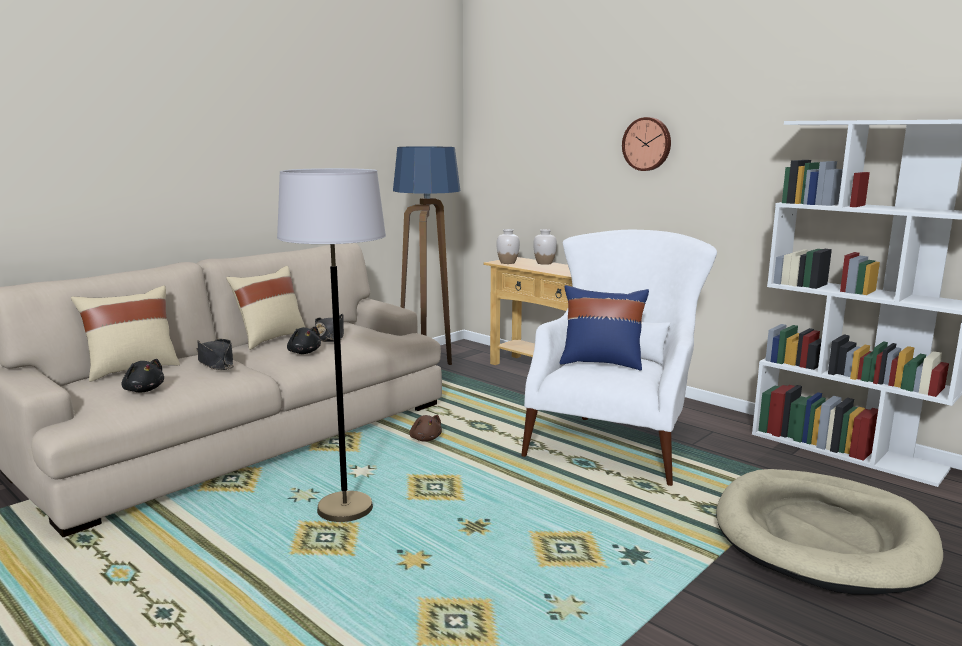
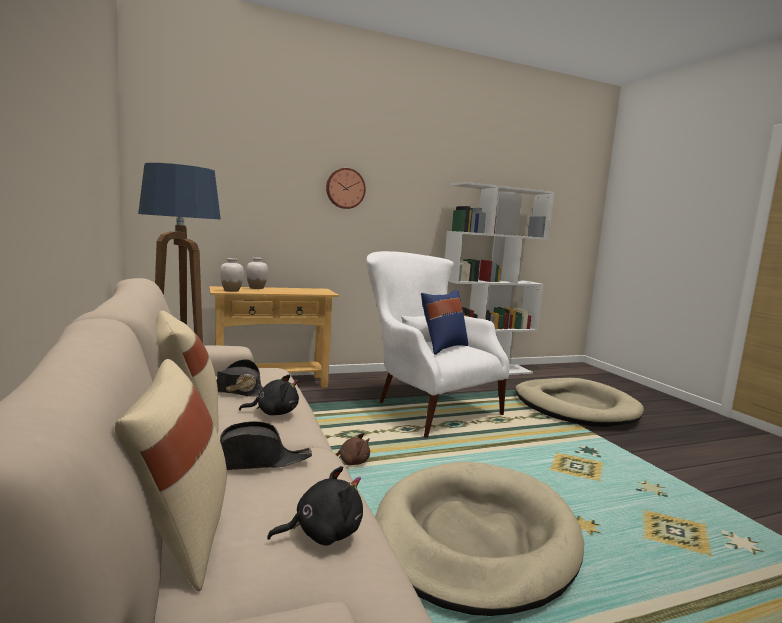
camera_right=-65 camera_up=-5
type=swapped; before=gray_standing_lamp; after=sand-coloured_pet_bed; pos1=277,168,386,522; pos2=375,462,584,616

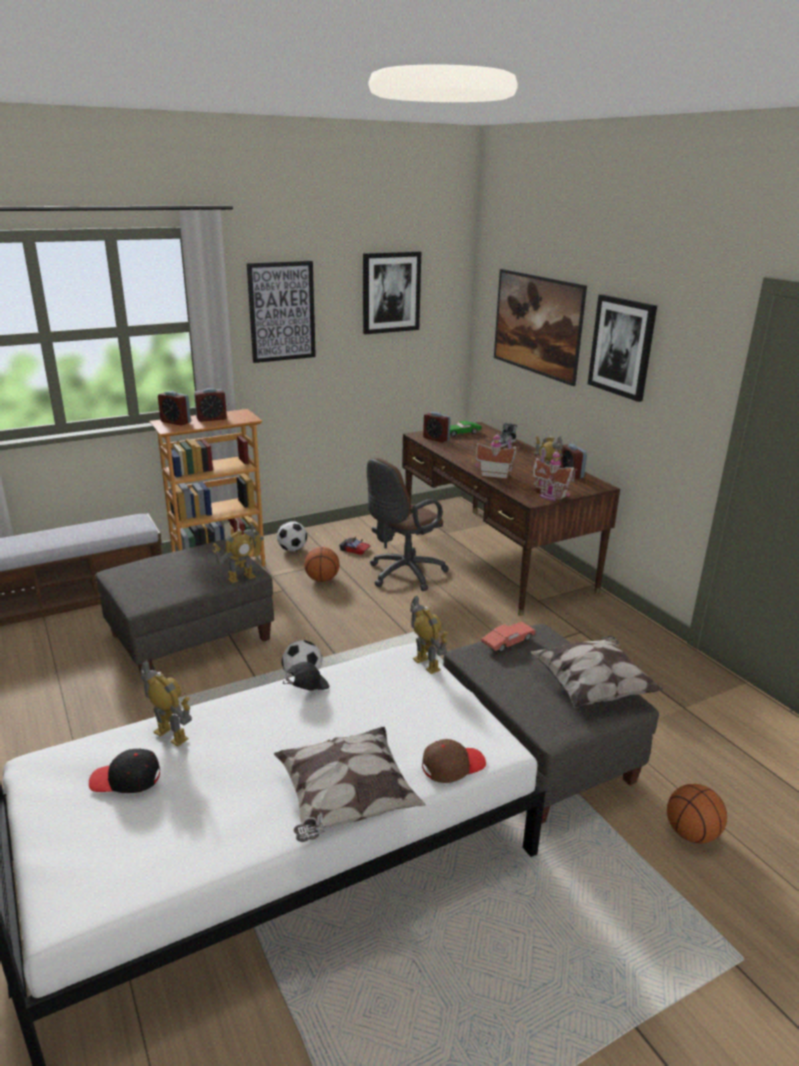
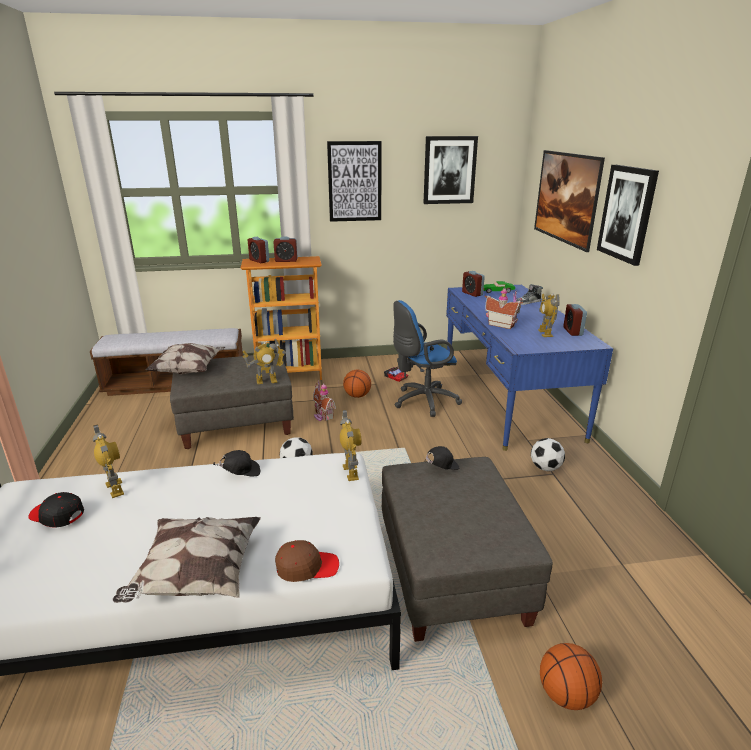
camera_right=20 camera_up=0
type=repainted; before=brownish_desk; after=bluish_desk; pos1=402,422,620,616; pos2=446,285,613,451
type=shifted; before=toy_house; pos1=533,448,577,501; pos2=313,380,336,422
type=repainted; before=brownish_office_chair; after=bluish_office_chair; pos1=367,458,449,591; pos2=393,300,462,417
type=shifted; before=football; pos1=277,521,307,551; pos2=531,438,565,471
type=swapped; before=red_miniature_car; after=black_peaked_cap; pos1=481,622,536,652; pos2=424,446,459,470
type=shifted; before=cushion; pos1=529,636,664,708; pos2=145,343,226,375

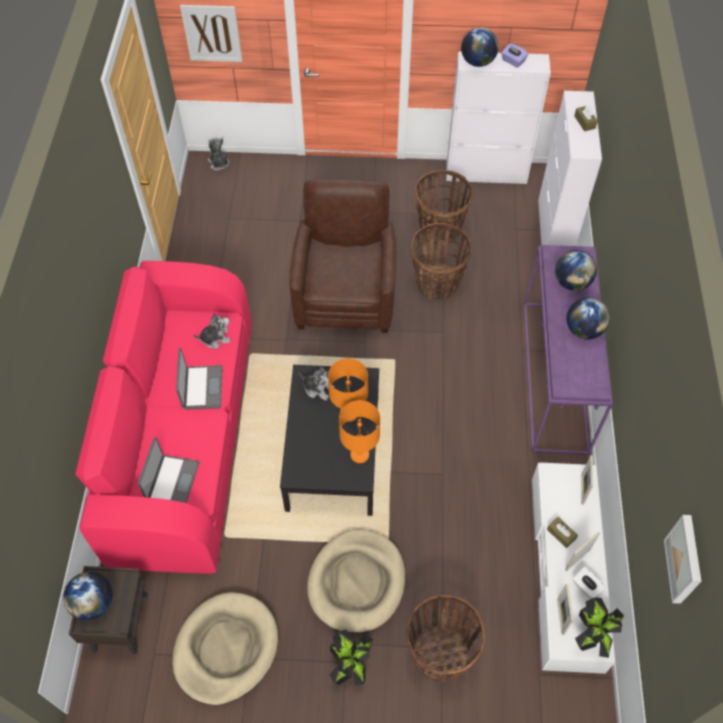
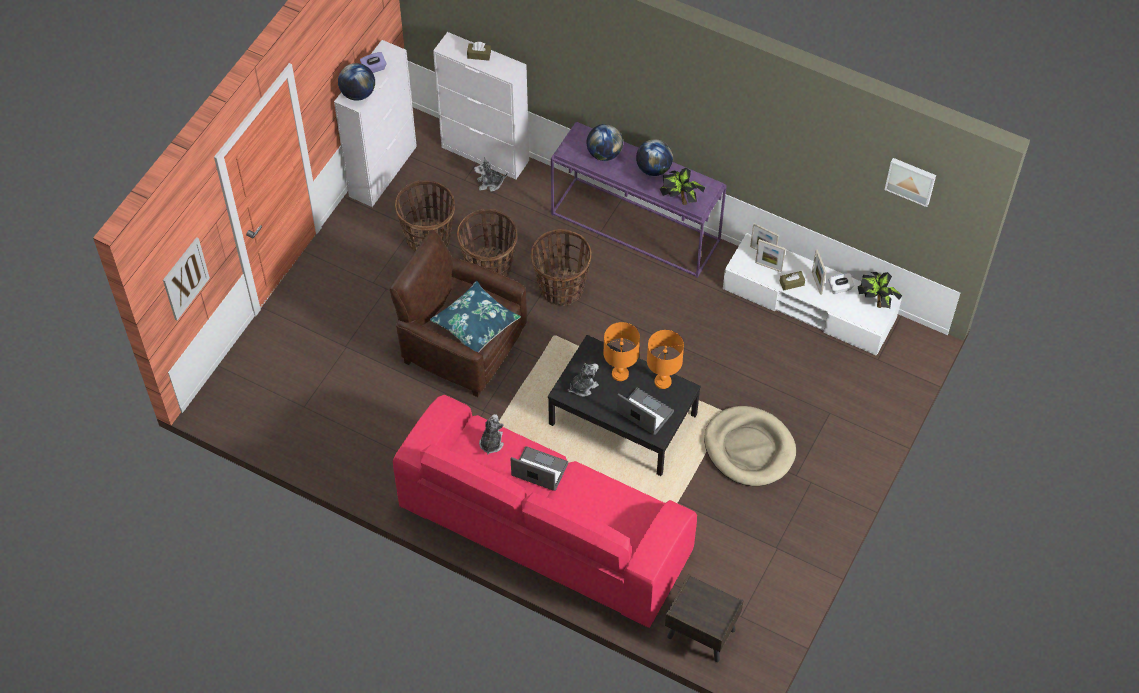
camera_right=-65 camera_up=0
type=shifted; before=cuddly_toy; pos1=208,138,229,171; pos2=474,157,508,192
type=shifted; before=notebook_computer; pos1=138,437,200,503; pos2=617,388,674,435
type=gone; before=desk_globe; pos1=63,572,113,620
type=shifted; before=standing_frame; pos1=557,584,574,635; pos2=755,239,786,272
type=gone; before=sand-coloured_pet_bed; pos1=172,592,278,705
type=shifted; before=household_basket; pos1=407,595,485,683; pos2=531,229,592,306
type=shifted; before=potted_plant; pos1=329,630,373,686; pos2=660,168,705,205
type=new; after=bluish_cushion; pos2=430,281,521,352

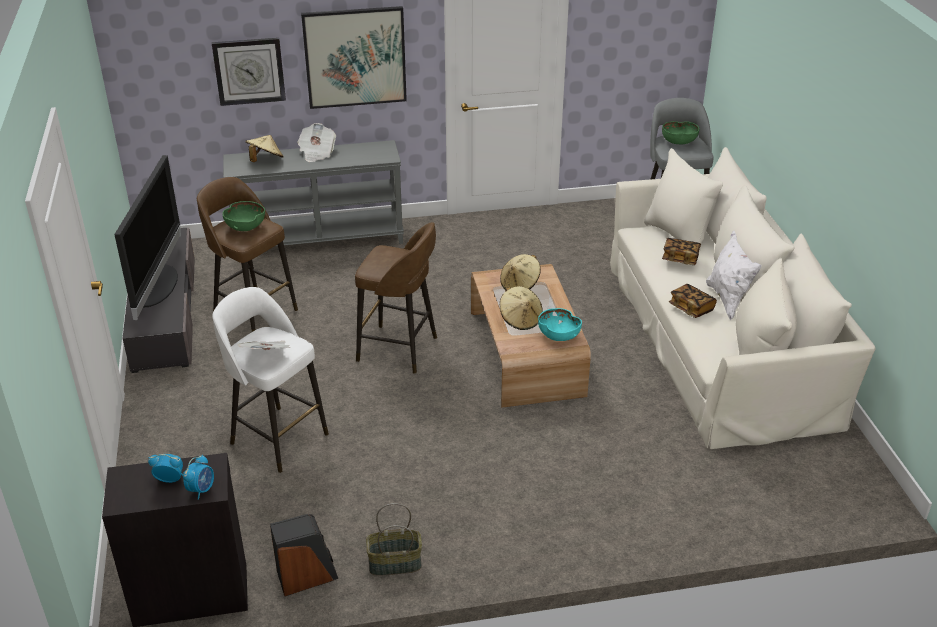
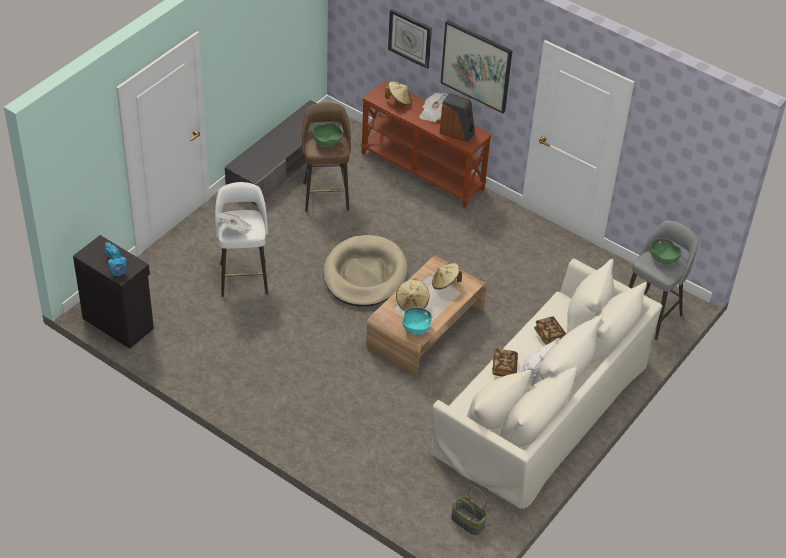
camera_right=45 camera_up=10
type=repainted; before=gray_hall_table; after=brownish_hall_table; pos1=223,140,404,246; pos2=361,81,492,208
type=gone; before=TV_set; pos1=114,155,181,320
type=swapped; before=brownish_sitting_stool; after=sand-coloured_pet_bed; pos1=355,222,437,374; pos2=323,235,408,307
type=shifted; before=household_basket; pos1=366,503,422,576; pos2=451,486,488,535
type=shifted; before=audio_speaker; pos1=270,514,338,596; pos2=440,93,475,142

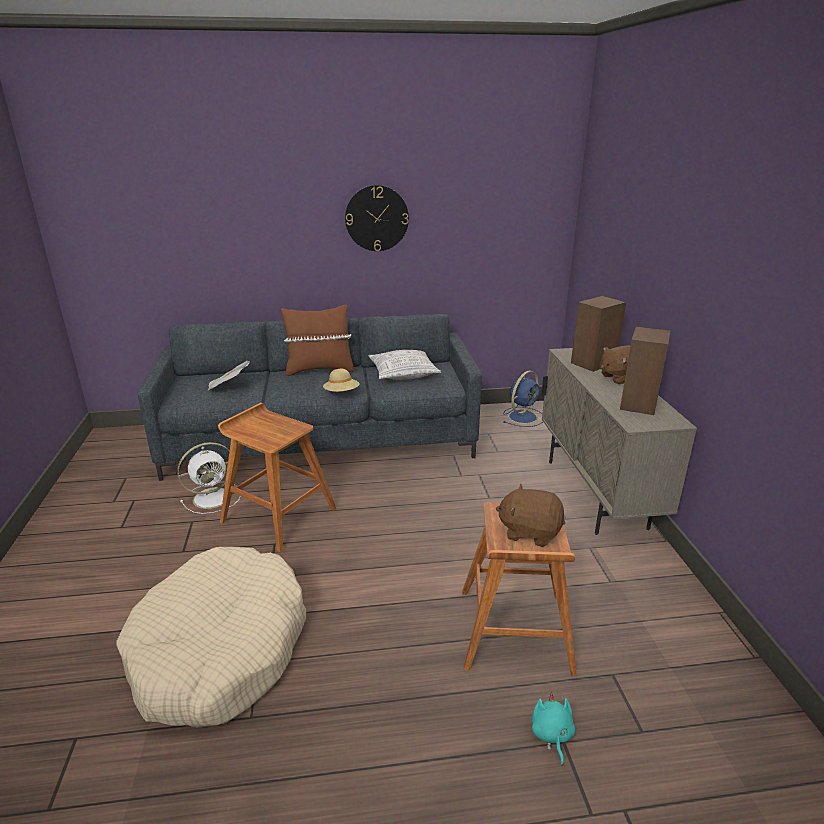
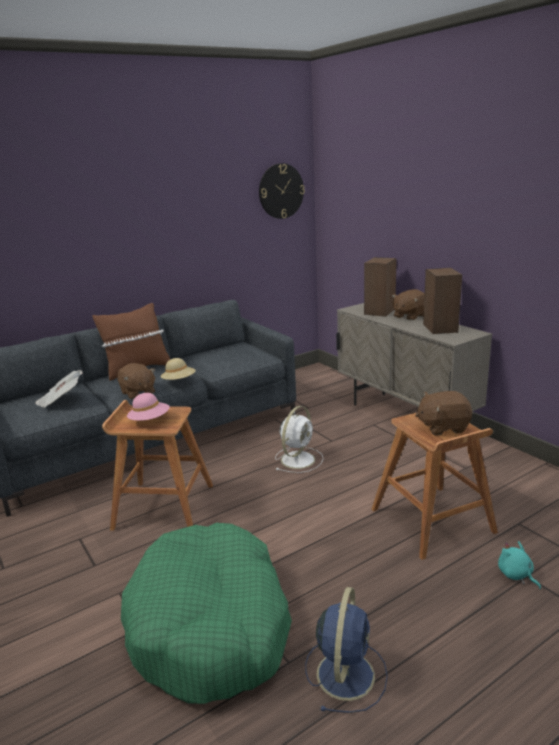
camera_right=-25 camera_up=-5
type=shifted; before=wall_clock; pos1=345,185,409,251; pos2=259,163,305,219
type=gone; before=cushion; pos1=368,350,441,380
type=shifted; before=bluish_electric_fan; pos1=503,371,543,427; pos2=305,587,388,713
type=shifted; before=white_electric_fan; pos1=177,442,241,514; pos2=275,406,324,473
type=repainted; before=sand-coloured_pet_bed; after=green-coloured_pet_bed; pos1=116,547,306,728; pos2=121,523,292,704
type=new; after=brownish_cuddly_toy; pos2=117,363,155,399
type=new; after=pink-coloured_wearable_hat; pos2=127,393,170,421

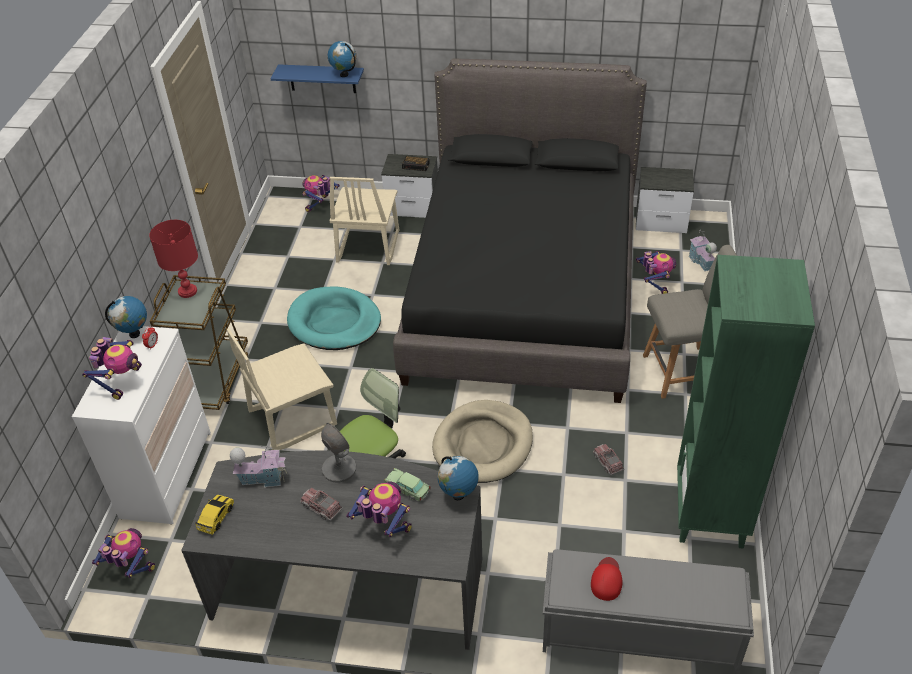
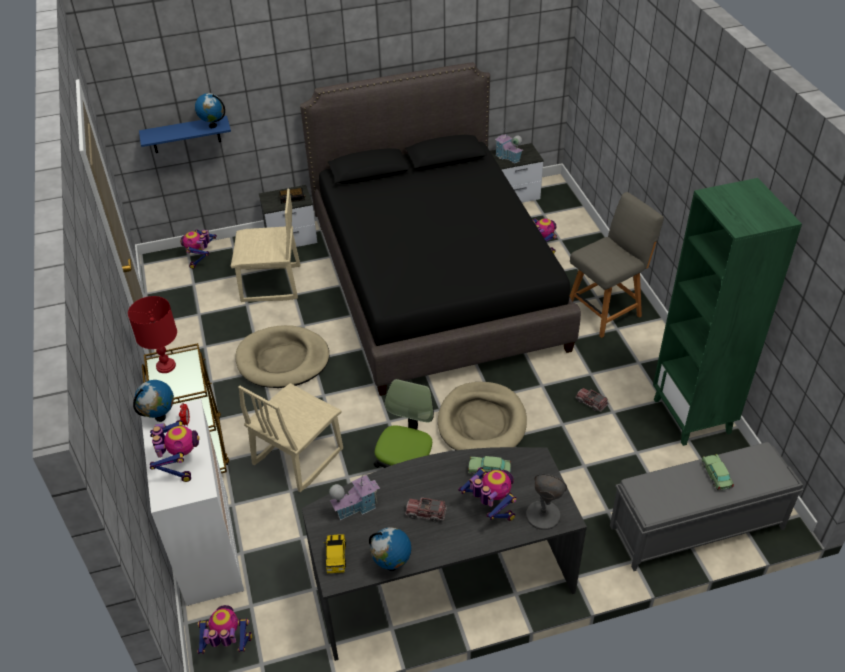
camera_right=-25 camera_up=0
type=rotated; before=sand-coloured_plain_chair; pos1=329,177,399,265; pos2=231,189,300,302; turn=-75
type=shifted; before=toy_house; pos1=689,231,717,271; pos2=495,128,523,163
type=repainted; before=turquoise-coloured_pet_bed; after=sand-coloured_pet_bed; pos1=287,287,381,350; pos2=235,325,329,388
type=shifted; before=gray_tabletop_lamp; pos1=321,423,356,483; pos2=526,474,567,530
type=shifted; before=desk_globe; pos1=437,456,479,500; pos2=369,527,411,571
type=rotated; before=model_robot; pos1=347,481,412,537; pos2=458,467,516,521; turn=45
type=gone; before=red_peaked_cap; pos1=591,557,622,601
type=new; after=miniature_car; pos2=701,454,734,491

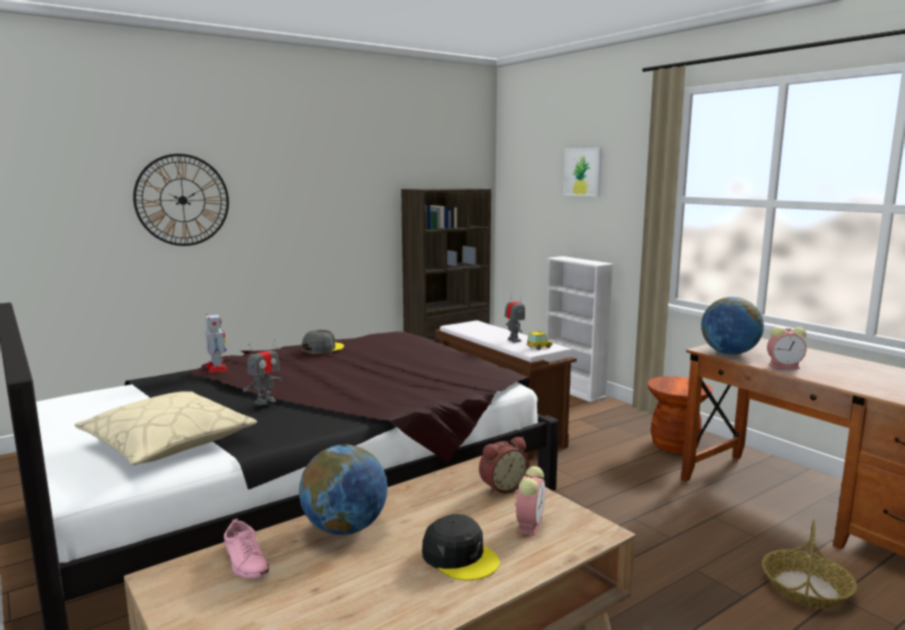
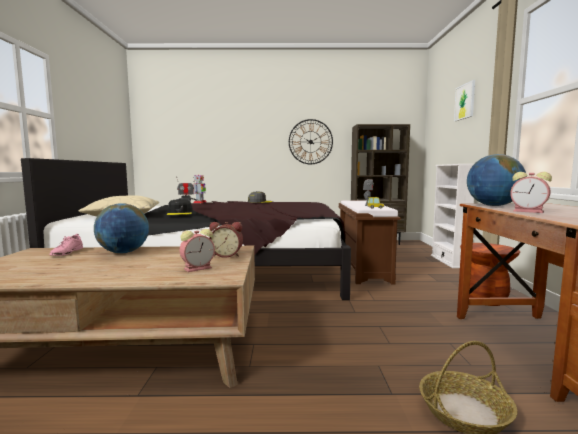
camera_right=35 camera_up=-5
type=shifted; before=wall_clock; pos1=133,154,229,246; pos2=289,119,333,164
type=shifted; before=black_peaked_cap; pos1=422,514,500,580; pos2=167,199,193,215

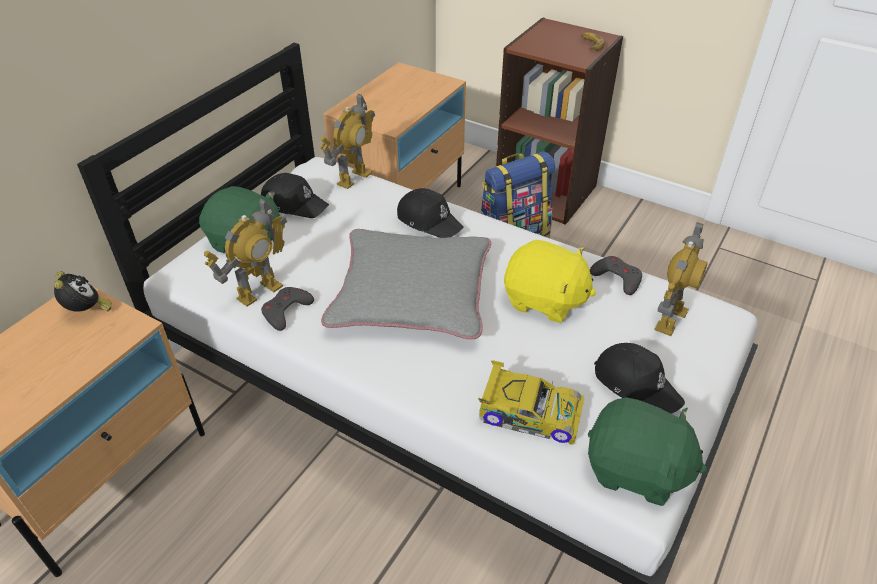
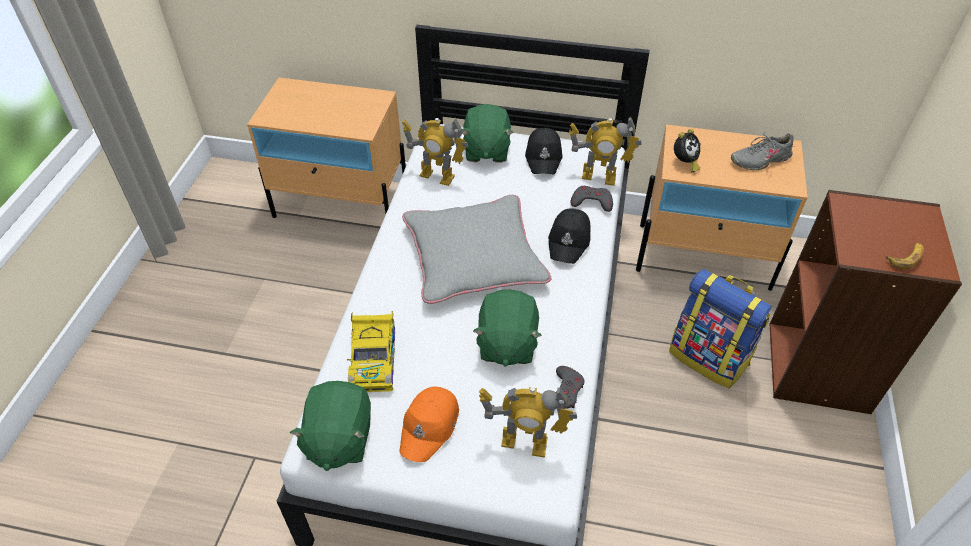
camera_right=70 camera_up=5
type=repainted; before=yellowish_cuddly_toy; after=green-coloured_cuddly_toy; pos1=504,240,596,323; pos2=473,290,542,367
type=shifted; before=bedside_clock; pos1=54,271,112,312; pos2=674,129,700,172
type=shifted; before=gray_game_controller; pos1=261,287,314,331; pos2=571,186,613,212
type=repainted; before=black_peaked_cap; after=orangey_peaked_cap; pos1=594,343,685,414; pos2=400,387,459,462
type=new; after=gray_item_of_footwear; pos2=731,132,795,170

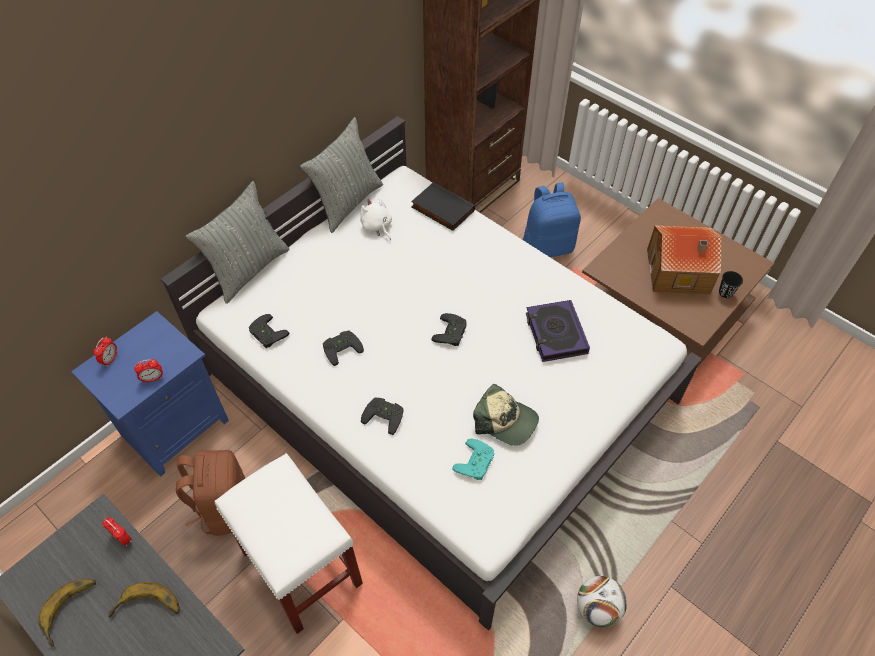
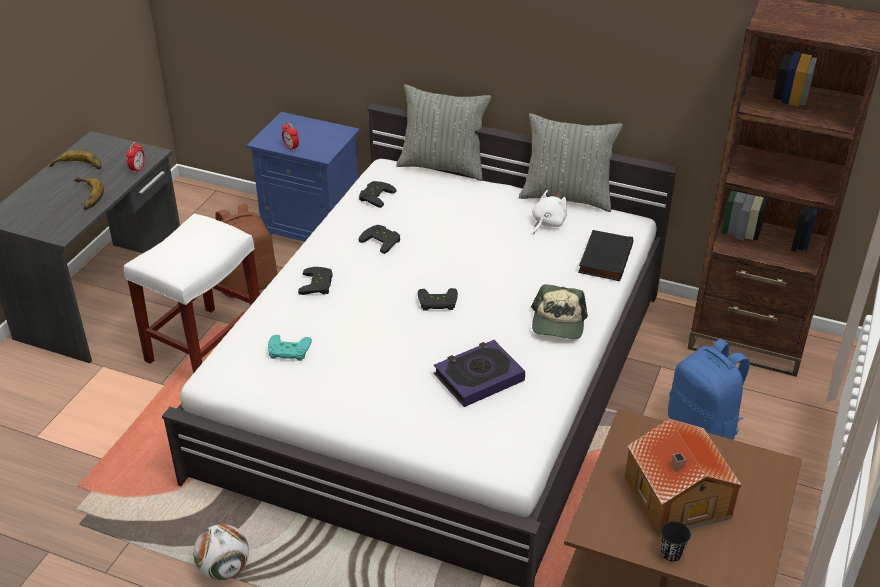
camera_right=70 camera_up=-15
type=gone; before=bedside_clock; pos1=93,337,117,367
type=shifted; before=peaked_cap; pos1=473,384,539,446; pos2=531,284,588,340

